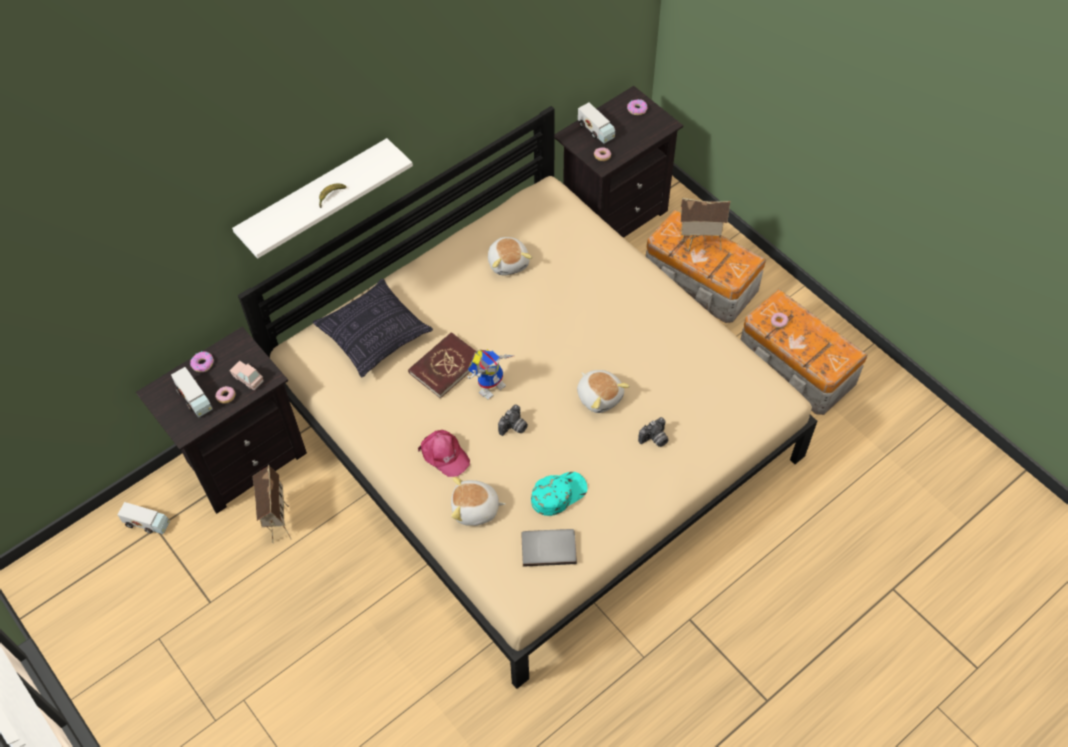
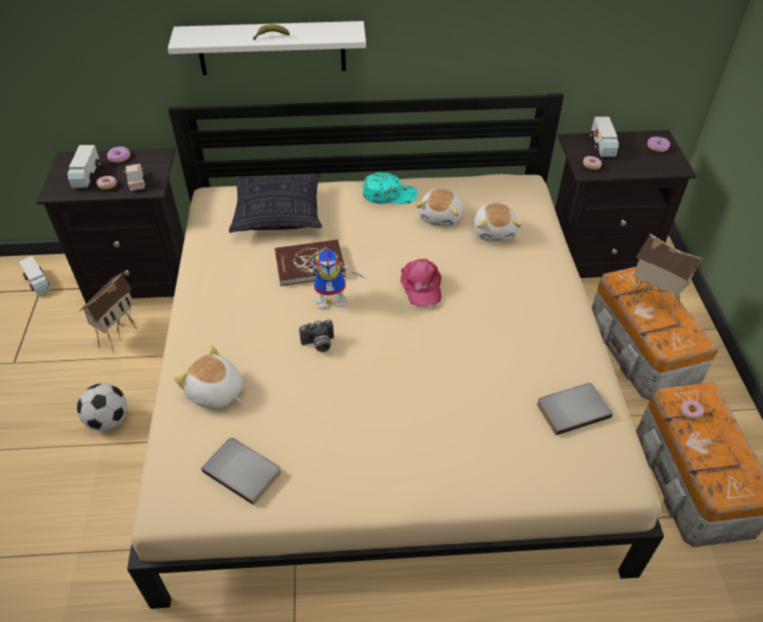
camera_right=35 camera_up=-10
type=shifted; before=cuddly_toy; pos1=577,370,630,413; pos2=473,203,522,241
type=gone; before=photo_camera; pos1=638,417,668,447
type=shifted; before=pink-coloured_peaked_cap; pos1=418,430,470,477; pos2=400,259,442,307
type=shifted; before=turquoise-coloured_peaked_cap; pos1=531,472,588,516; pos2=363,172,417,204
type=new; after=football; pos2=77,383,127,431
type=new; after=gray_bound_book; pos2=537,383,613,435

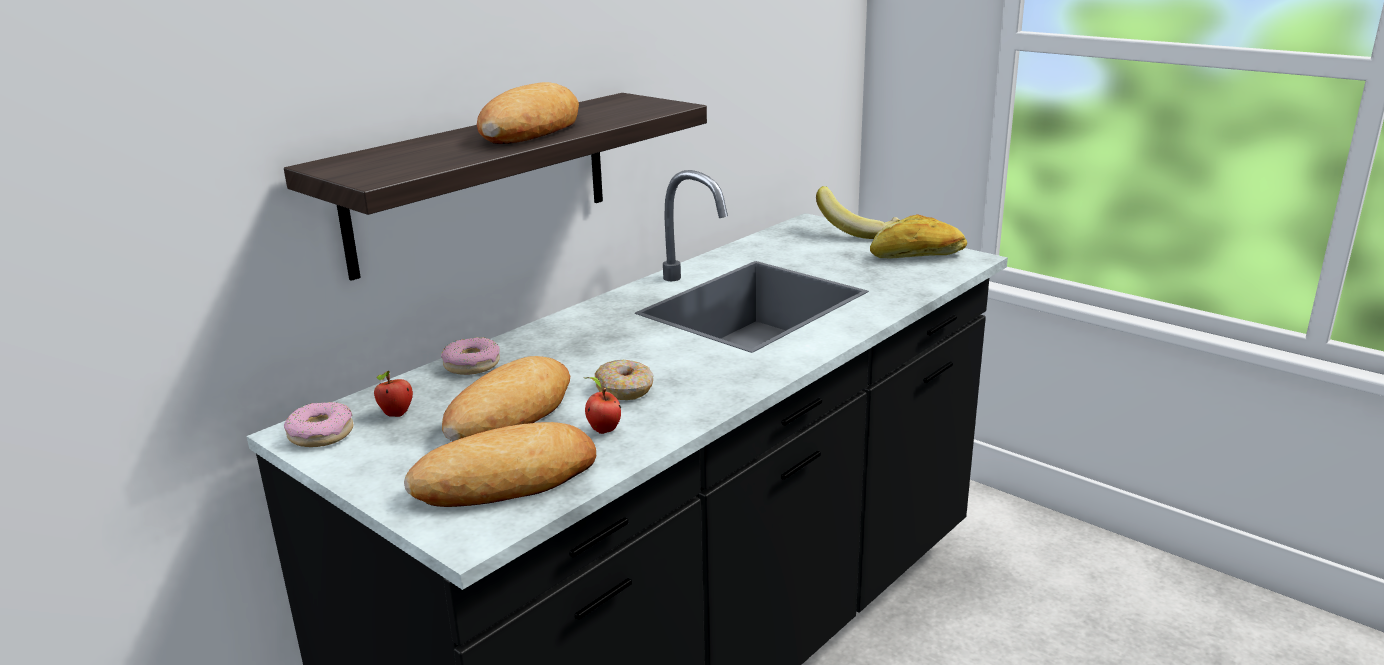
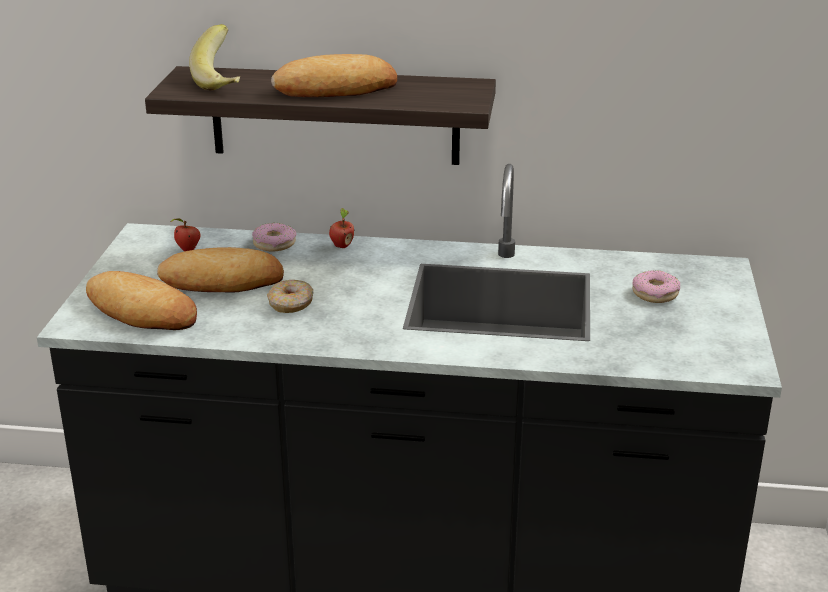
camera_right=55 camera_up=5
type=shifted; before=banana; pos1=816,186,900,239; pos2=189,24,240,91
type=gone; before=bakery_bread; pos1=870,214,967,259
type=shifted; before=apple_fruit; pos1=583,377,621,434; pos2=329,208,355,248
type=shifted; before=ring_doughnut; pos1=284,402,353,447; pos2=632,270,680,303

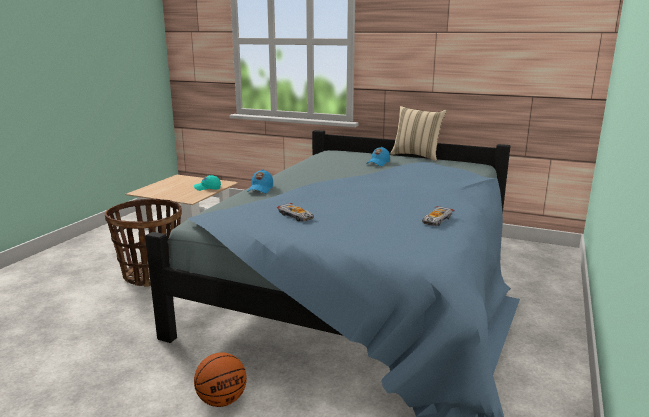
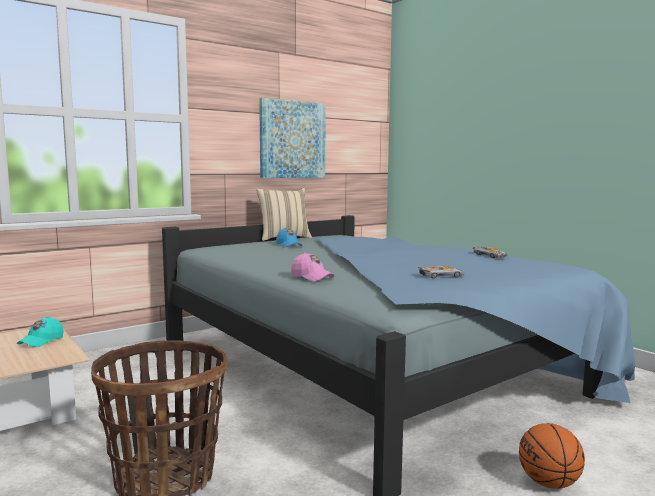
camera_right=-60 camera_up=-10
type=repainted; before=bluish_peaked_cap; after=pink-coloured_peaked_cap; pos1=248,169,273,193; pos2=291,253,334,281
type=new; after=wall_picture; pos2=259,98,326,178

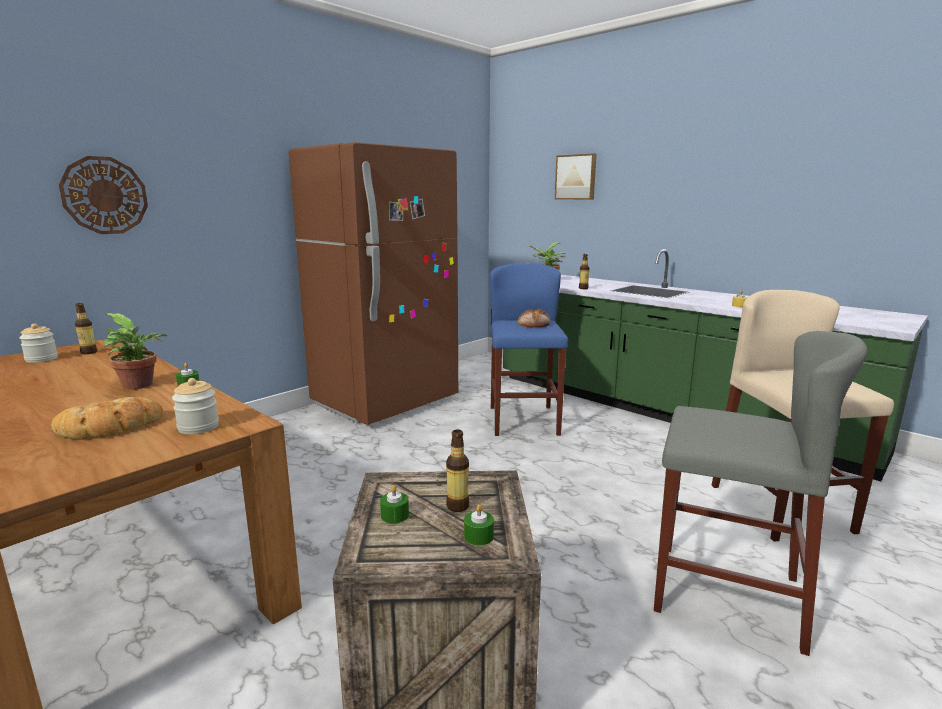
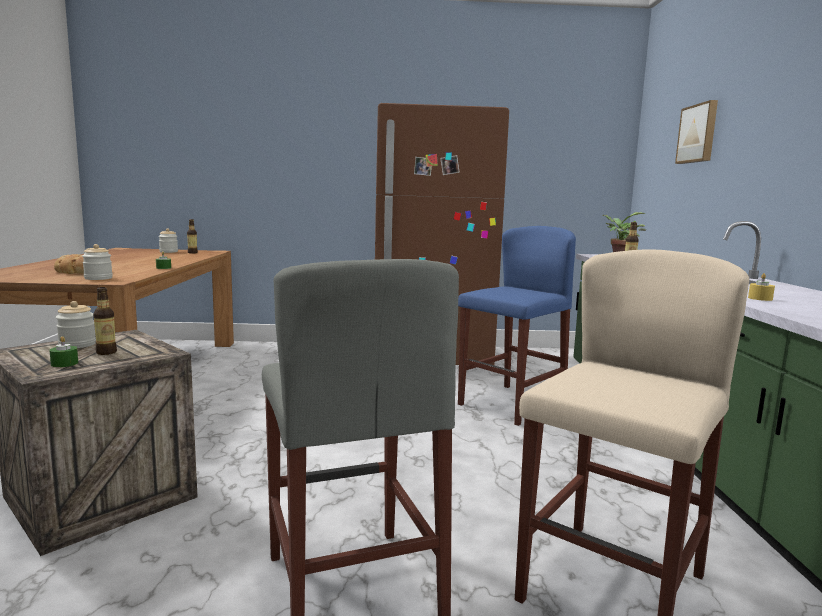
camera_right=45 camera_up=-5
type=gone; before=wall_clock; pos1=59,156,148,234
type=gone; before=bakery_bread; pos1=518,309,550,328
type=gone; before=potted_plant; pos1=103,313,167,390
type=swapped; before=green-coloured_candle; after=storage_jar; pos1=380,485,409,524; pos2=56,301,96,348

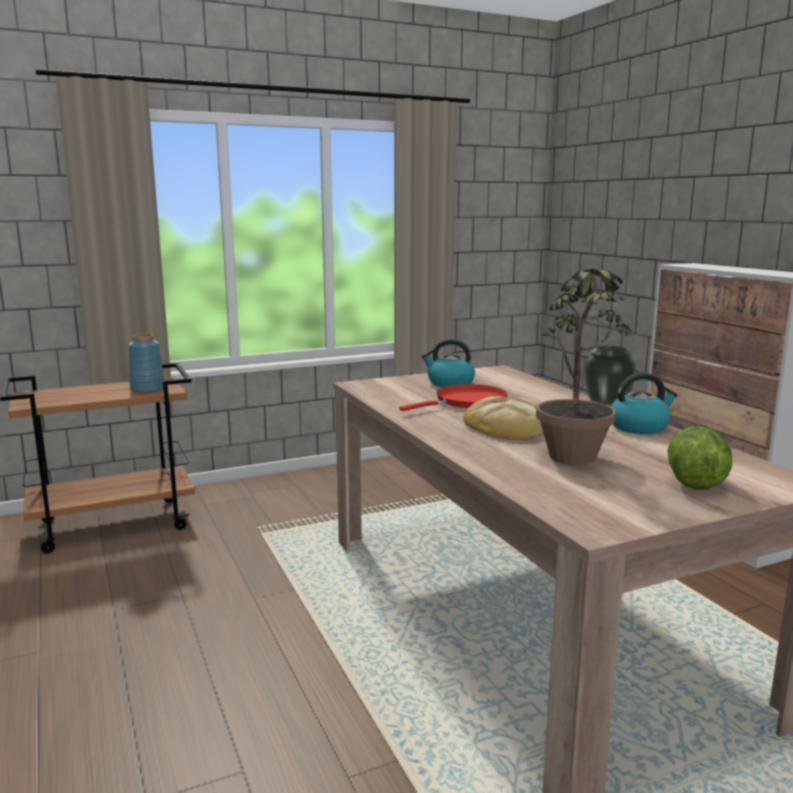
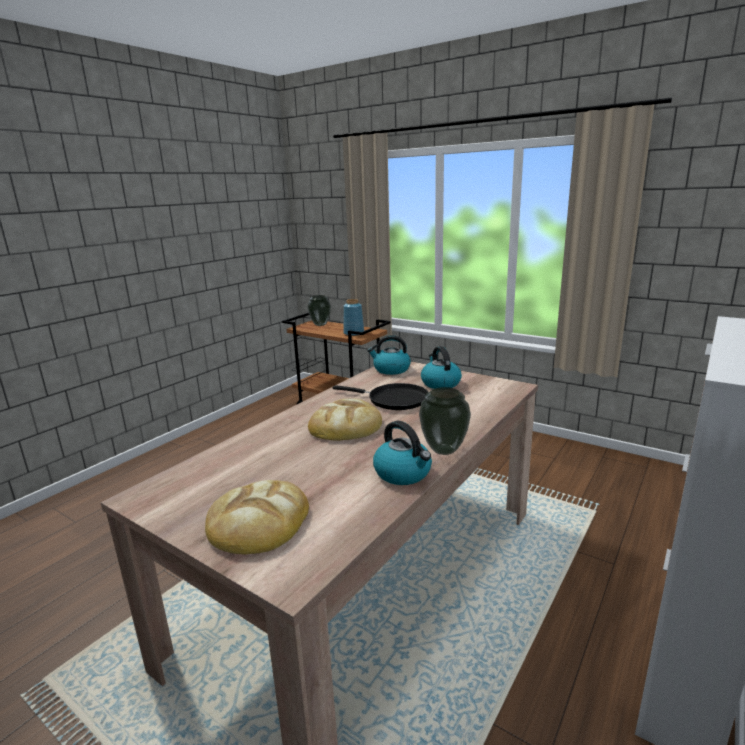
camera_right=60 camera_up=5
type=gone; before=potted_plant; pos1=536,269,632,465
type=repainted; before=red_frying_pan; after=black_frying_pan; pos1=399,384,508,411; pos2=333,383,428,410
type=swapped; before=head_of_lettuce; after=bakery_bread; pos1=667,427,732,490; pos2=205,480,309,555
type=new; after=decorative_vase; pos2=307,295,331,326
type=new; after=kettle; pos2=367,335,411,375

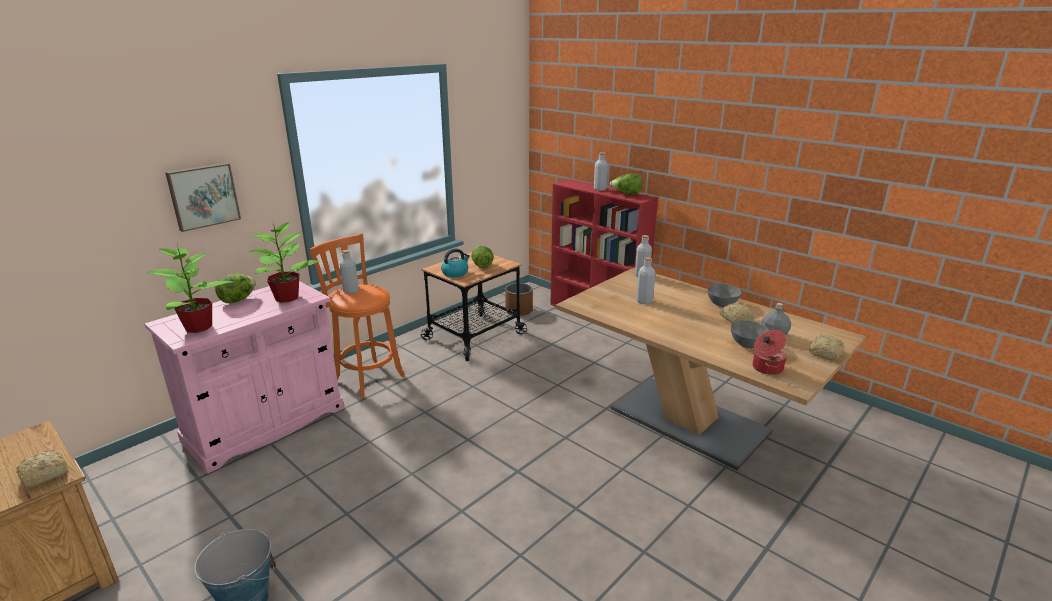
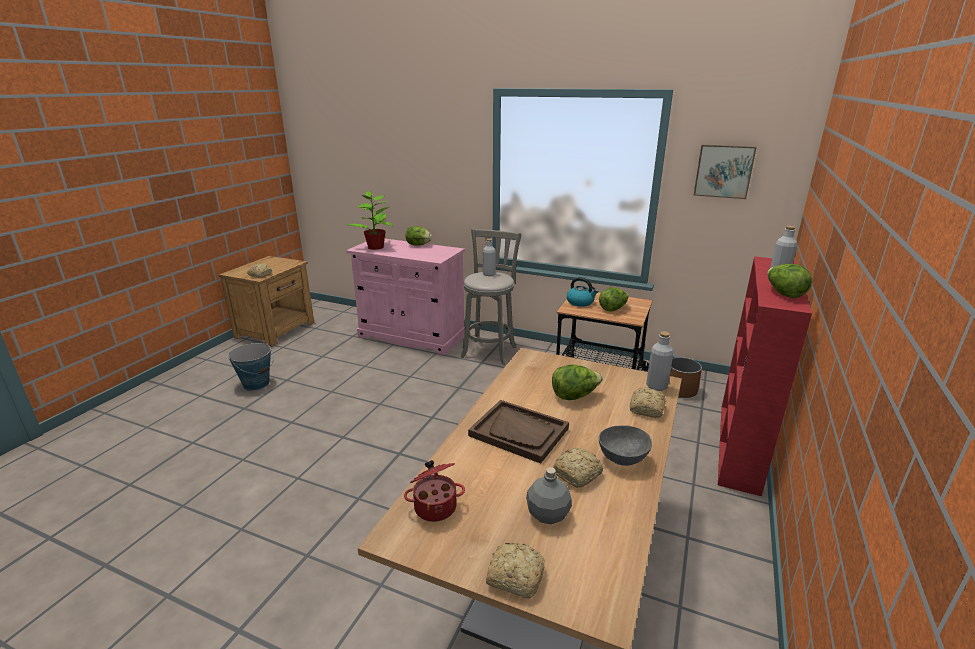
camera_right=70 camera_up=0
type=shifted; before=wall_picture; pos1=165,163,241,232; pos2=694,144,757,199
type=gone; before=potted_plant; pos1=249,222,320,303
type=repainted; before=orangey_sitting_stool; after=gray_sitting_stool; pos1=309,233,405,399; pos2=461,229,521,365
type=swapped; before=gray_drink_bottle; after=head_of_lettuce; pos1=636,257,655,304; pos2=552,364,603,400
type=gone; before=gray_deep_dish; pos1=731,320,769,348
type=new; after=bakery_bread; pos2=629,387,666,418
type=new; after=brownish_serving_tray; pos2=468,400,569,464

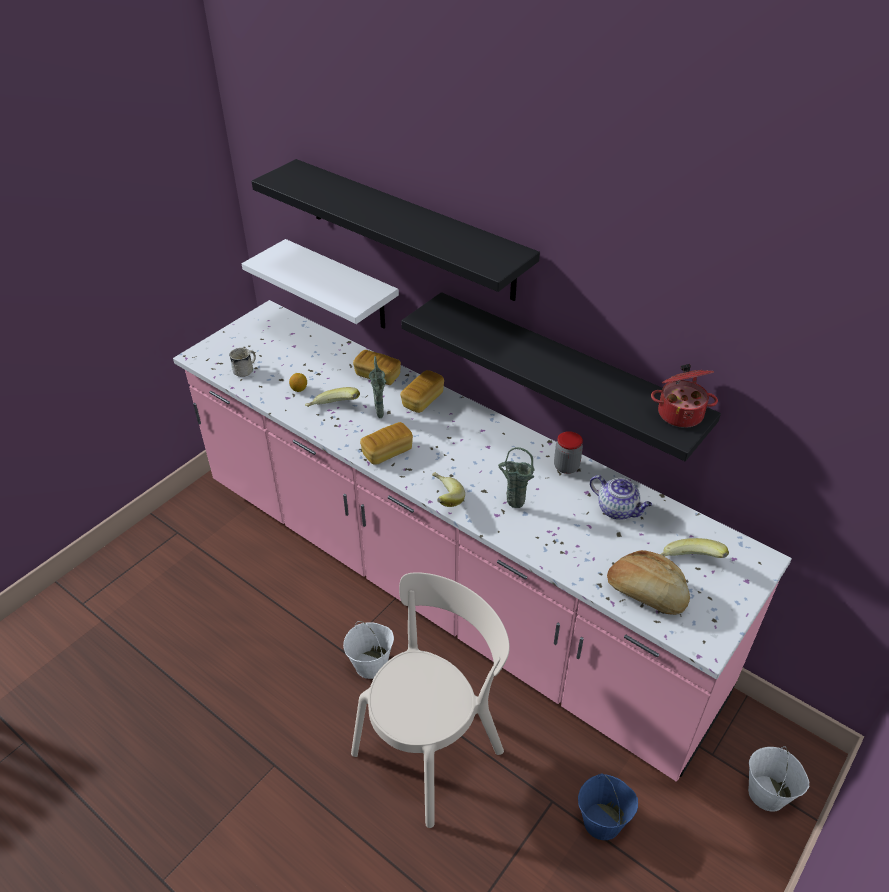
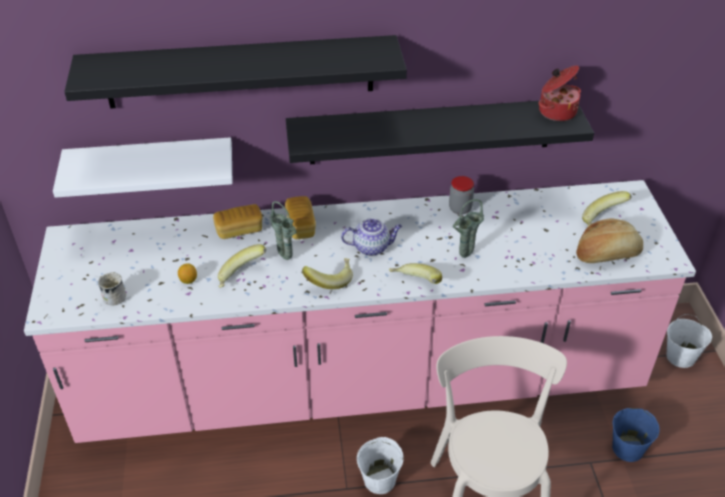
camera_right=-45 camera_up=0
type=swapped; before=bakery_bread; after=banana; pos1=360,422,413,465; pos2=302,258,353,289
type=shifted; before=teapot; pos1=590,475,652,520; pos2=341,218,402,256

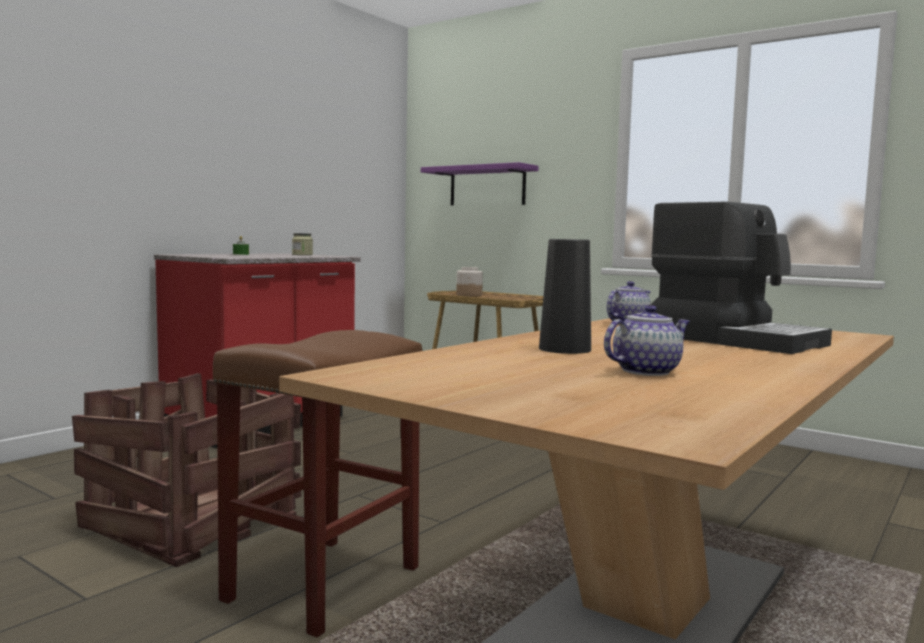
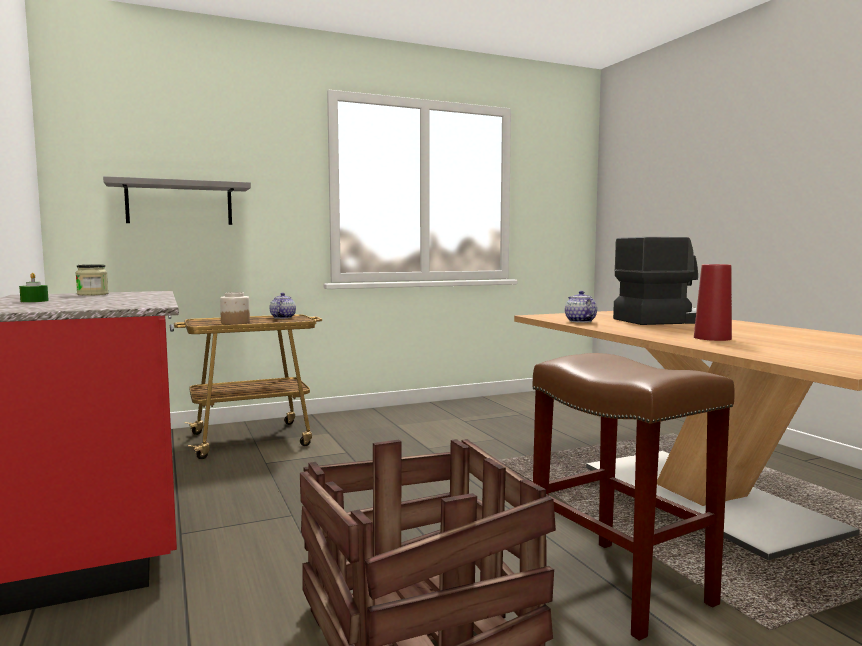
camera_right=-60 camera_up=0
type=repainted; before=purple_wall_shelf; after=gray_wall_shelf; pos1=421,162,539,205; pos2=103,176,251,225
type=repainted; before=black_decorative_vase; after=red_decorative_vase; pos1=539,239,591,354; pos2=694,264,732,341
type=shifted; before=teapot; pos1=604,305,690,376; pos2=269,293,296,319

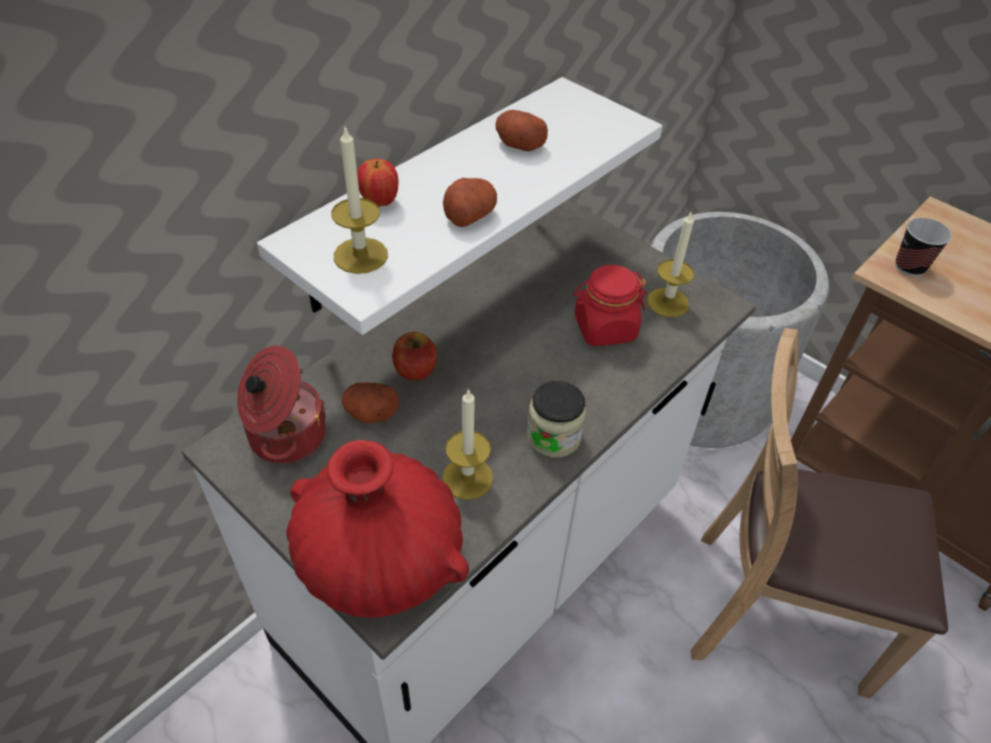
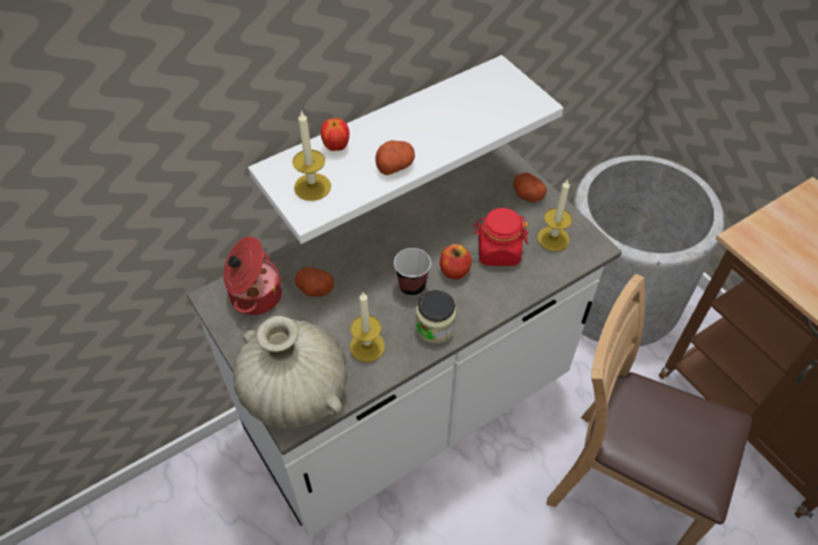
camera_right=15 camera_up=5
type=shifted; before=spud; pos1=495,110,548,151; pos2=513,173,547,202
type=shifted; before=small_cup; pos1=895,218,952,277; pos2=394,248,431,297
type=shifted; before=apple_fruit; pos1=393,332,437,381; pos2=440,244,472,279
type=repainted; before=red_decorative_vase; after=sand-coloured_decorative_vase; pos1=286,440,469,618; pos2=233,316,347,428

